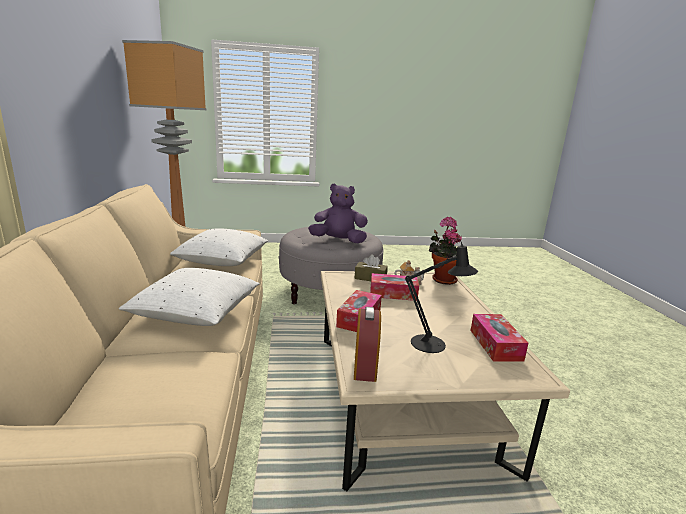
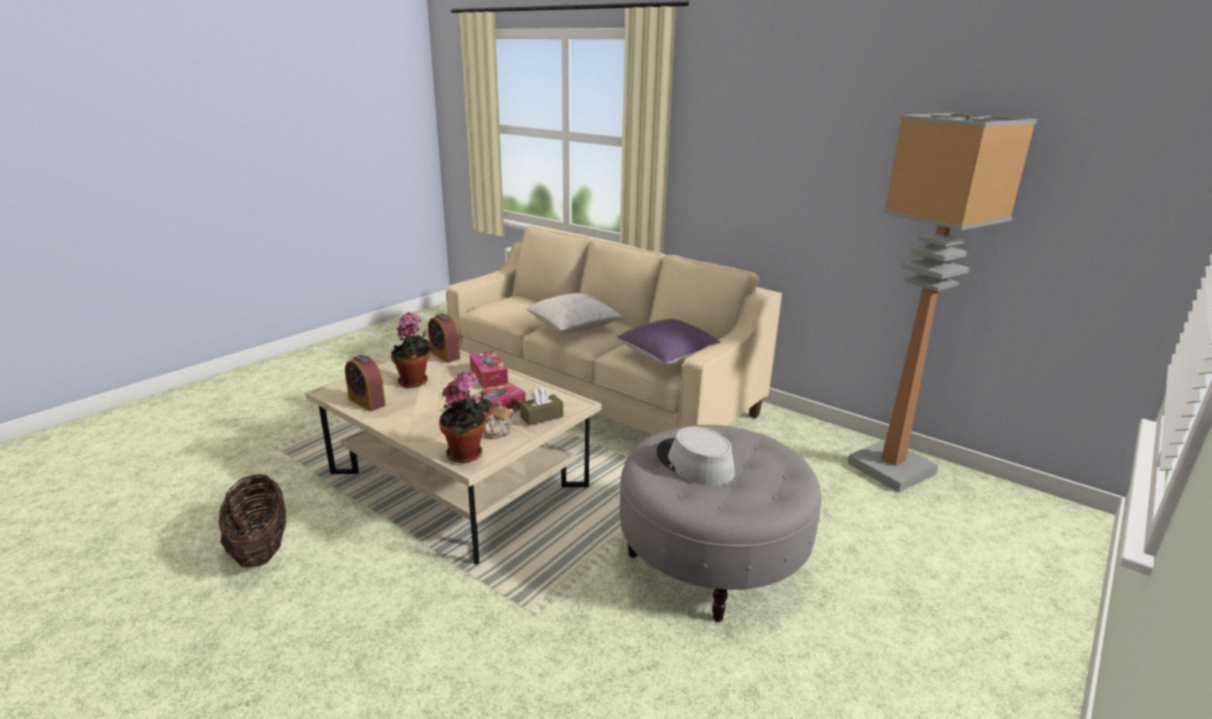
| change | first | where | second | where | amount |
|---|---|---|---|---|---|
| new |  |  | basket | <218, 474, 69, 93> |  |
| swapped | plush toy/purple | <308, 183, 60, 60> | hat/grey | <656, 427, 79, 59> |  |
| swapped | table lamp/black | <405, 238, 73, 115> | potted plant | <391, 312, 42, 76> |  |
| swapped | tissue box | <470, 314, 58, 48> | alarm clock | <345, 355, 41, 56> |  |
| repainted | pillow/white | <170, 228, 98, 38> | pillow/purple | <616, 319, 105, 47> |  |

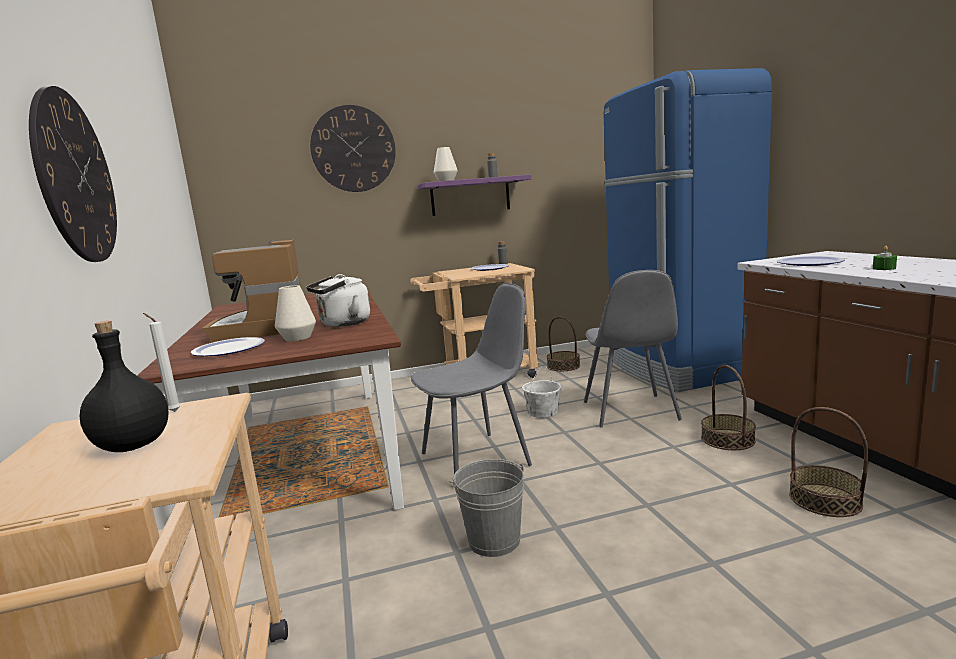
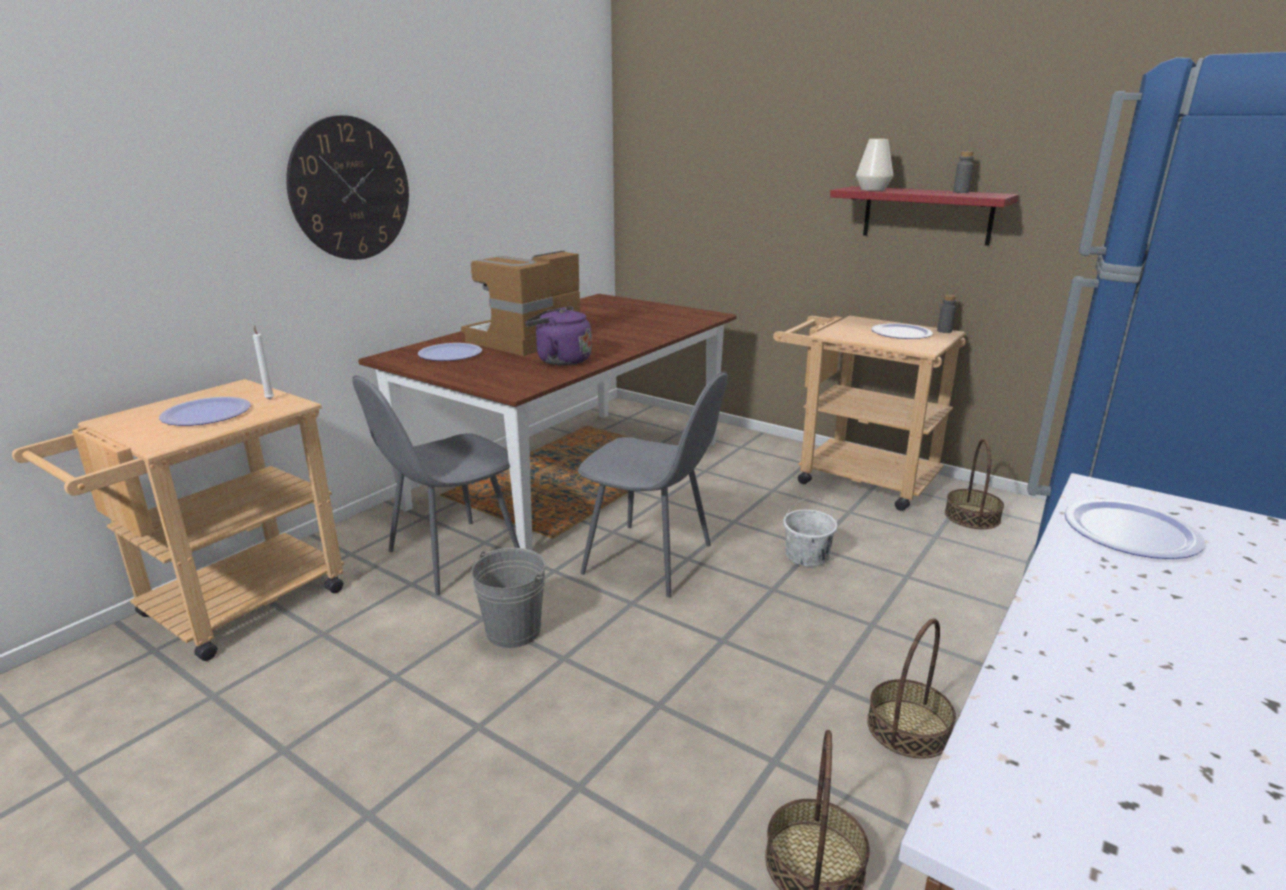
| change | first | where | second | where | amount |
|---|---|---|---|---|---|
| gone | vase/white | <275, 285, 41, 56> |  |  |  |
| gone | wall clock | <310, 105, 86, 87> |  |  |  |
| gone | candle/green | <873, 246, 24, 24> |  |  |  |
| shifted | chair/grey | <584, 270, 98, 158> |  | <352, 375, 168, 220> |  |
| swapped | bottle/black | <79, 321, 90, 131> | plate | <159, 397, 92, 29> |  |
| repainted | kettle/white | <306, 274, 64, 53> | kettle/purple | <525, 306, 67, 60> |  |
| repainted | shelf/purple | <418, 174, 114, 42> | shelf/red | <830, 186, 189, 60> |  |

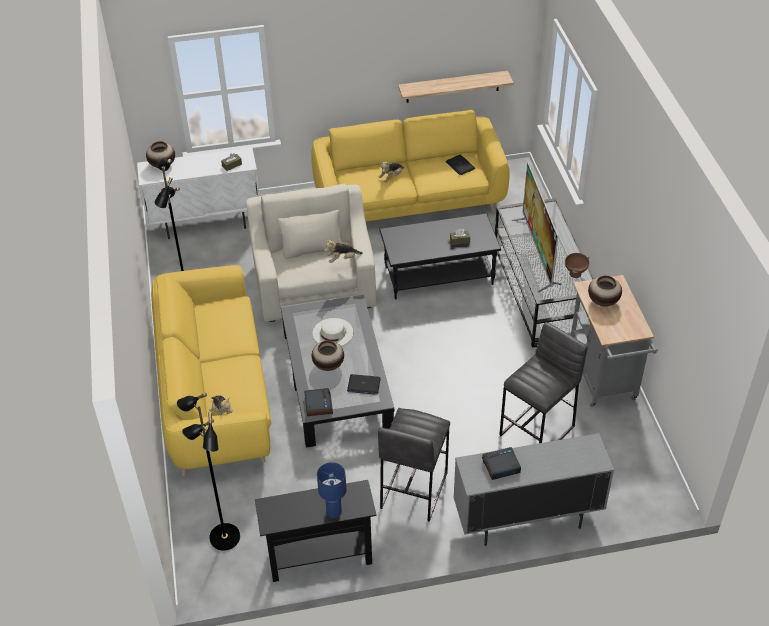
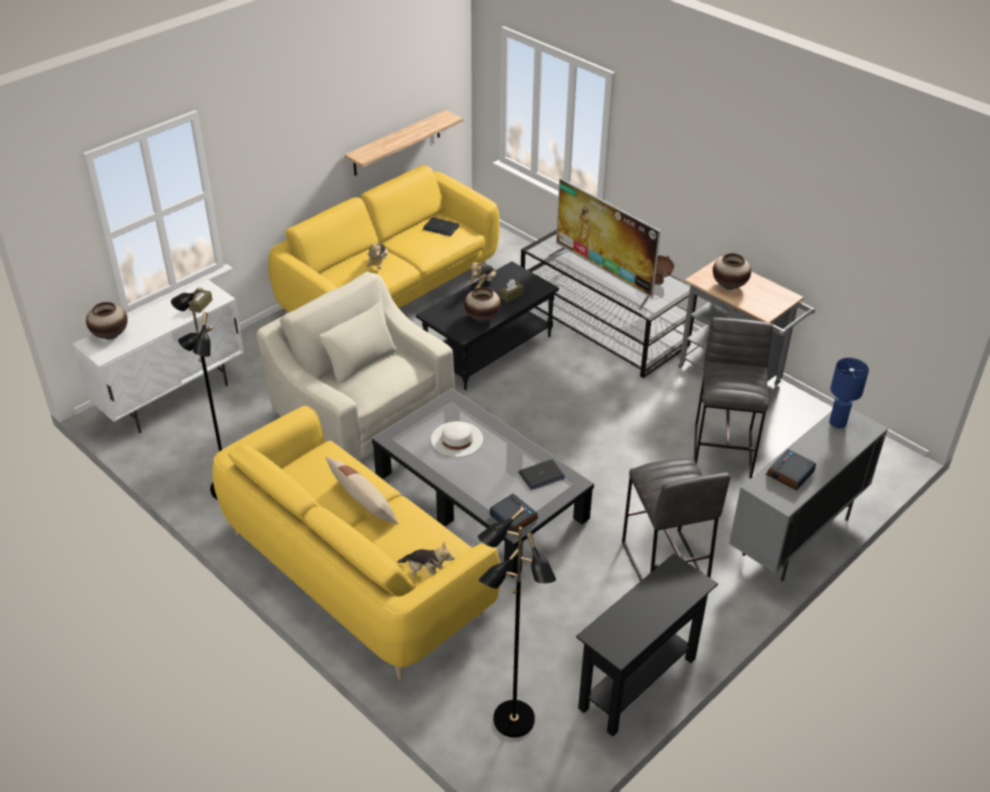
| change | first | where | second | where | amount |
|---|---|---|---|---|---|
| new |  |  | pillow/beige | <325, 457, 73, 67> |  |
| shifted | vase | <312, 341, 32, 30> |  | <464, 287, 37, 35> |  |
| shifted | table lamp/blue | <317, 462, 29, 56> |  | <829, 358, 40, 70> |  |
| shifted | plush toy | <324, 240, 39, 23> |  | <467, 262, 30, 27> |  |

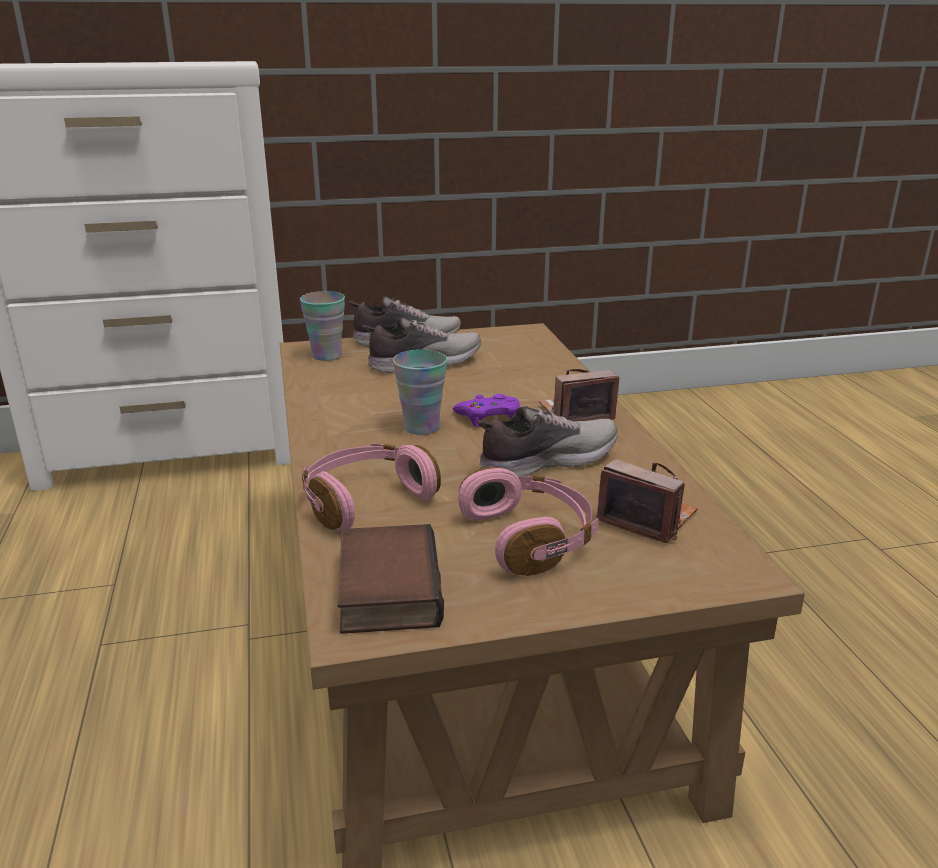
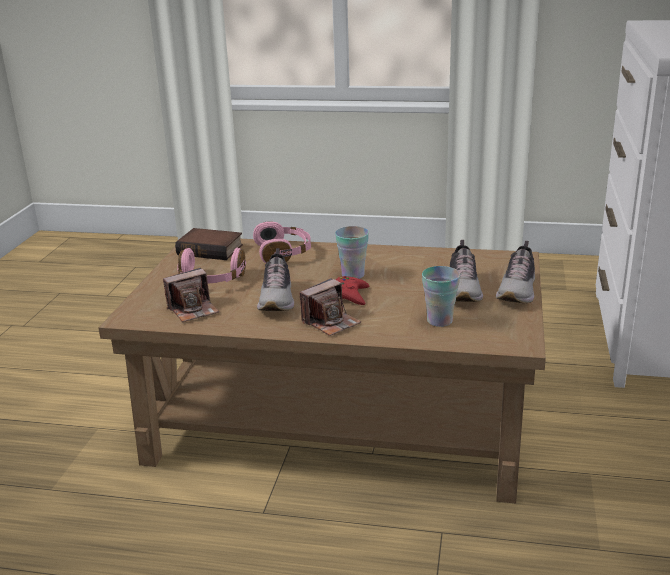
| change | first | where | second | where | amount |
|---|---|---|---|---|---|
| shifted | cup | <300, 291, 45, 70> |  | <422, 266, 38, 61> |  |
| repainted | game controller/purple | <453, 394, 67, 33> | game controller/red | <336, 276, 34, 29> |  |
| rotated | photo camera | <539, 369, 80, 52> |  | <299, 278, 62, 58> | 45 degrees clockwise |

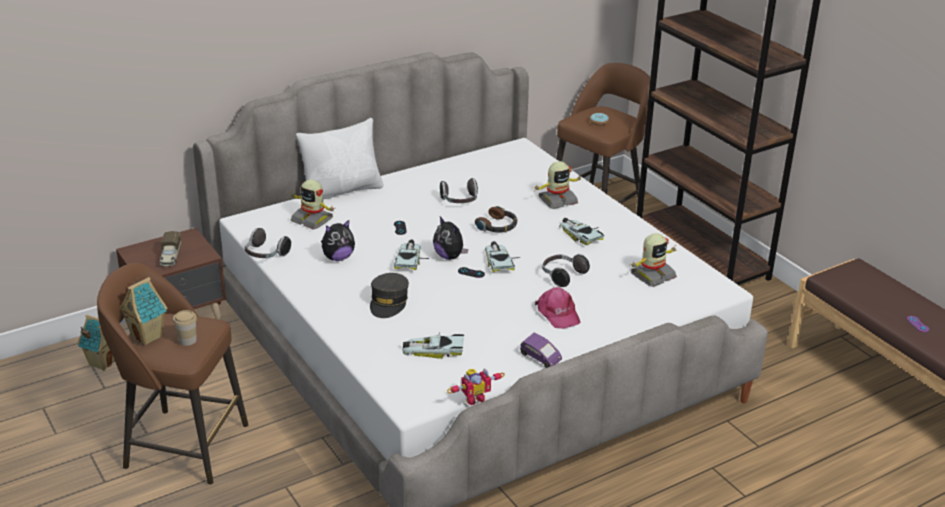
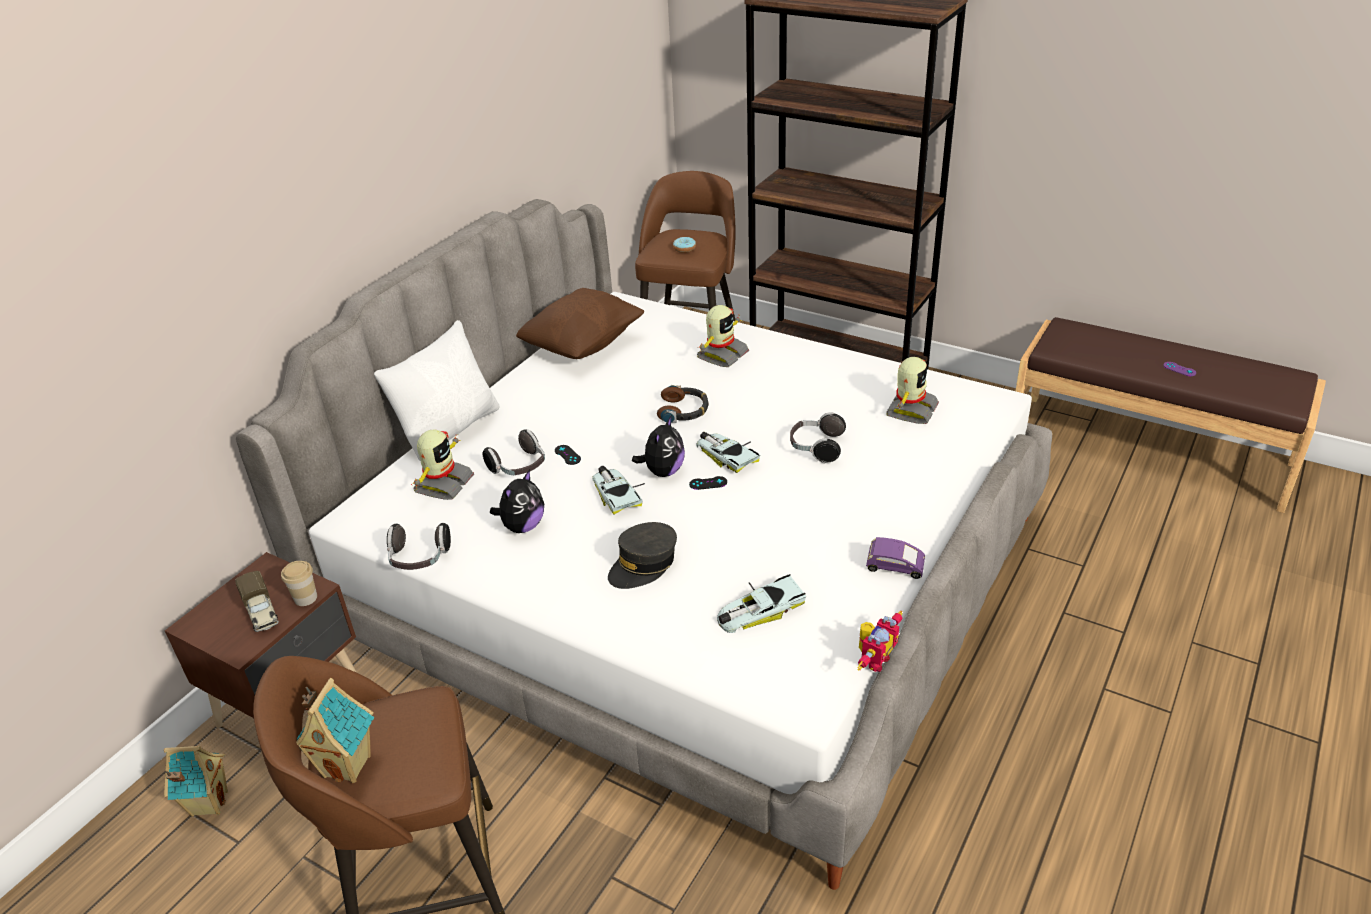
| change | first | where | second | where | amount |
|---|---|---|---|---|---|
| gone | cap/pink | <535, 287, 46, 42> |  |  |  |
| gone | toy car | <559, 218, 45, 27> |  |  |  |
| new |  |  | pillow/brown | <516, 288, 128, 71> |  |
| shifted | cup | <173, 310, 24, 36> |  | <281, 561, 36, 45> |  |
| shifted | headphones | <440, 178, 38, 25> |  | <483, 429, 62, 46> |  |
| rotated | toy robot | <289, 180, 46, 50> |  | <411, 430, 63, 70> | 75 degrees counterclockwise |
| rotated | cap/grey | <370, 273, 39, 45> |  | <608, 522, 69, 67> | 60 degrees clockwise |
| rotated | plush toy | <433, 217, 35, 43> |  | <632, 416, 53, 61> | 90 degrees counterclockwise |

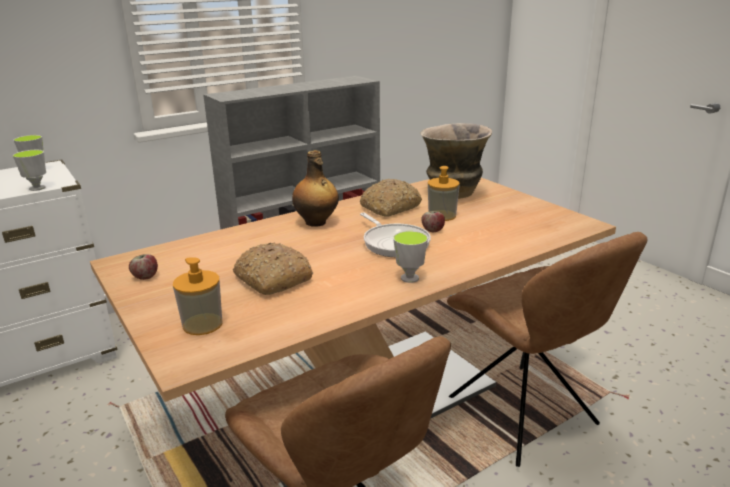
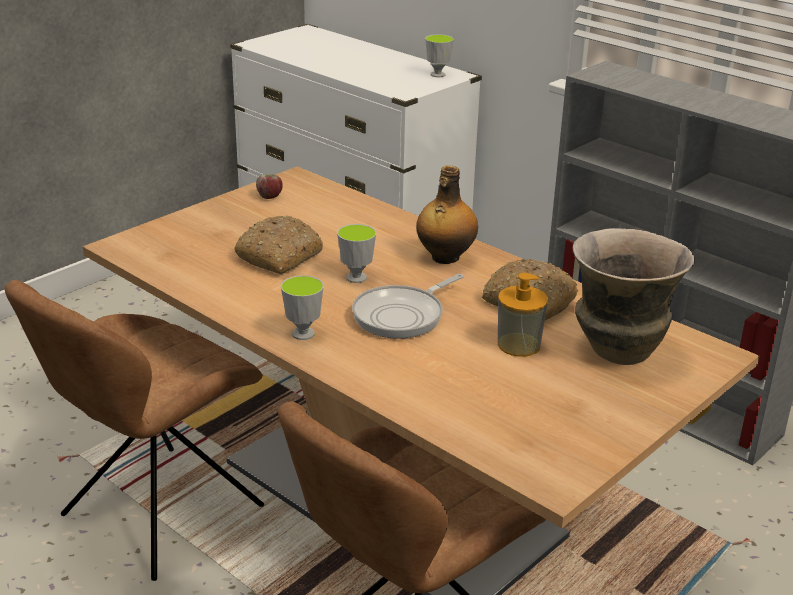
| change | first | where | second | where | amount |
|---|---|---|---|---|---|
| gone | soap dispenser | <173, 257, 50, 78> |  |  |  |
| gone | apple | <421, 211, 24, 22> |  |  |  |
| shifted | cup | <13, 150, 33, 41> |  | <337, 224, 39, 59> |  |

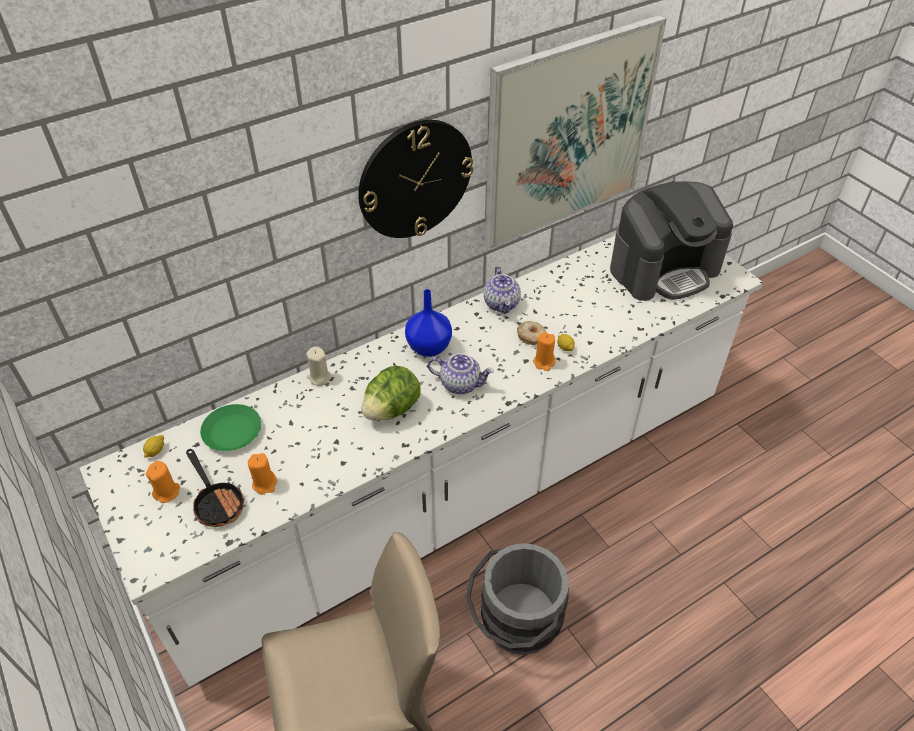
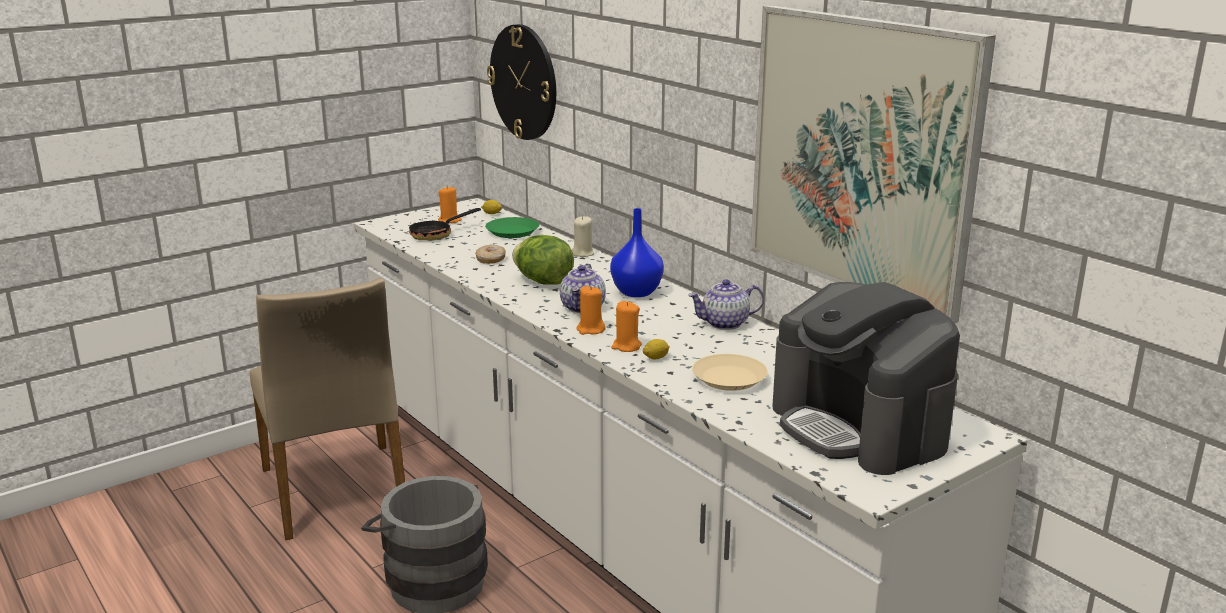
| change | first | where | second | where | amount |
|---|---|---|---|---|---|
| new |  |  | plate/beige | <692, 354, 76, 37> |  |
| shifted | candle/orange | <248, 453, 29, 42> |  | <576, 286, 30, 49> |  |
| shifted | wall clock | <358, 120, 115, 118> |  | <487, 24, 69, 116> |  |
| shifted | donut | <517, 321, 29, 24> |  | <475, 244, 31, 20> |  |

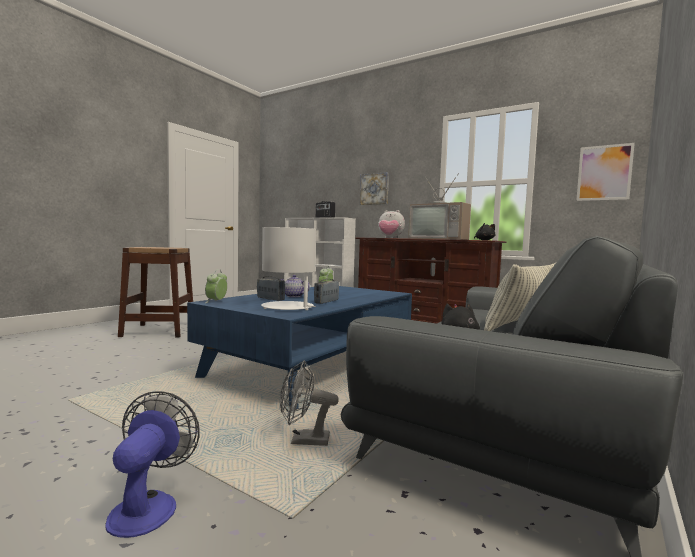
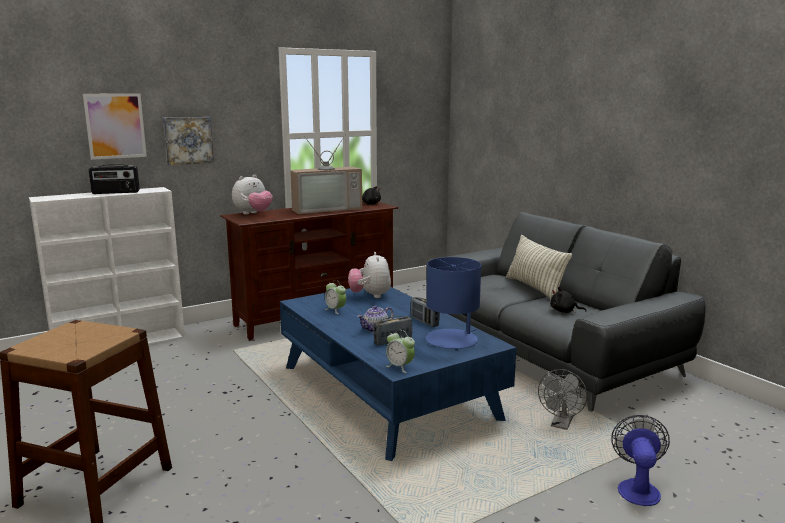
| change | first | where | second | where | amount |
|---|---|---|---|---|---|
| new |  |  | plush toy | <348, 252, 43, 46> |  |
| shifted | picture | <576, 143, 59, 58> |  | <83, 94, 64, 66> |  |
| repainted | table lamp/white | <261, 227, 55, 83> | table lamp/blue | <425, 257, 56, 94> |  |
| rotated | fan | <105, 391, 95, 147> |  | <611, 415, 59, 91> | 75 degrees clockwise |

